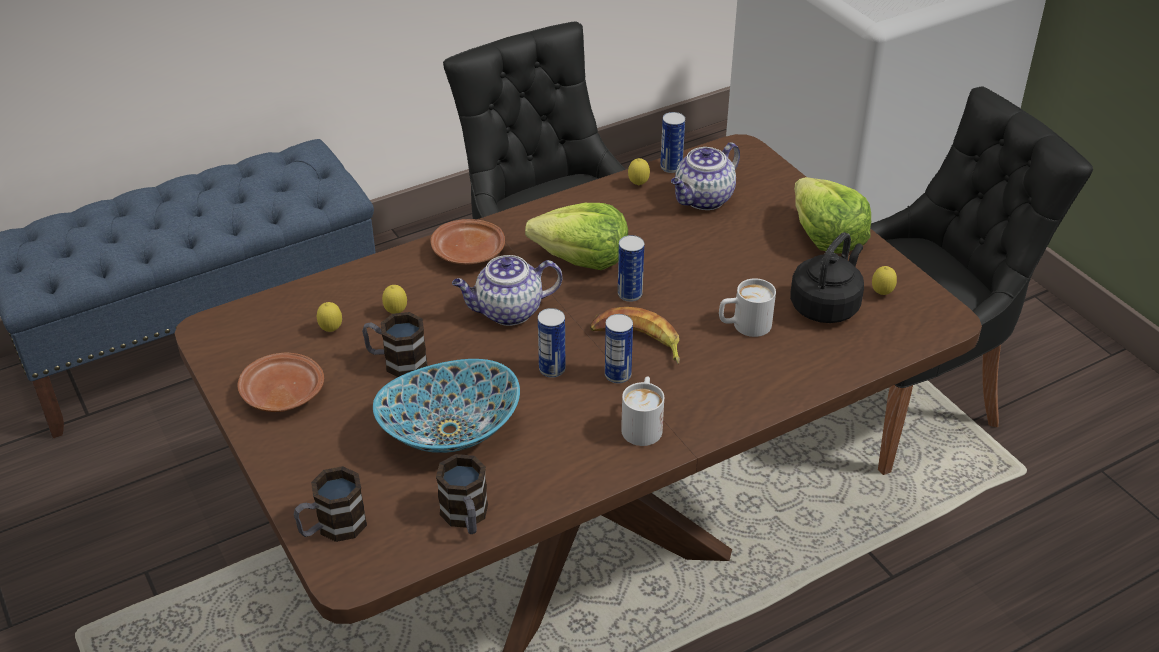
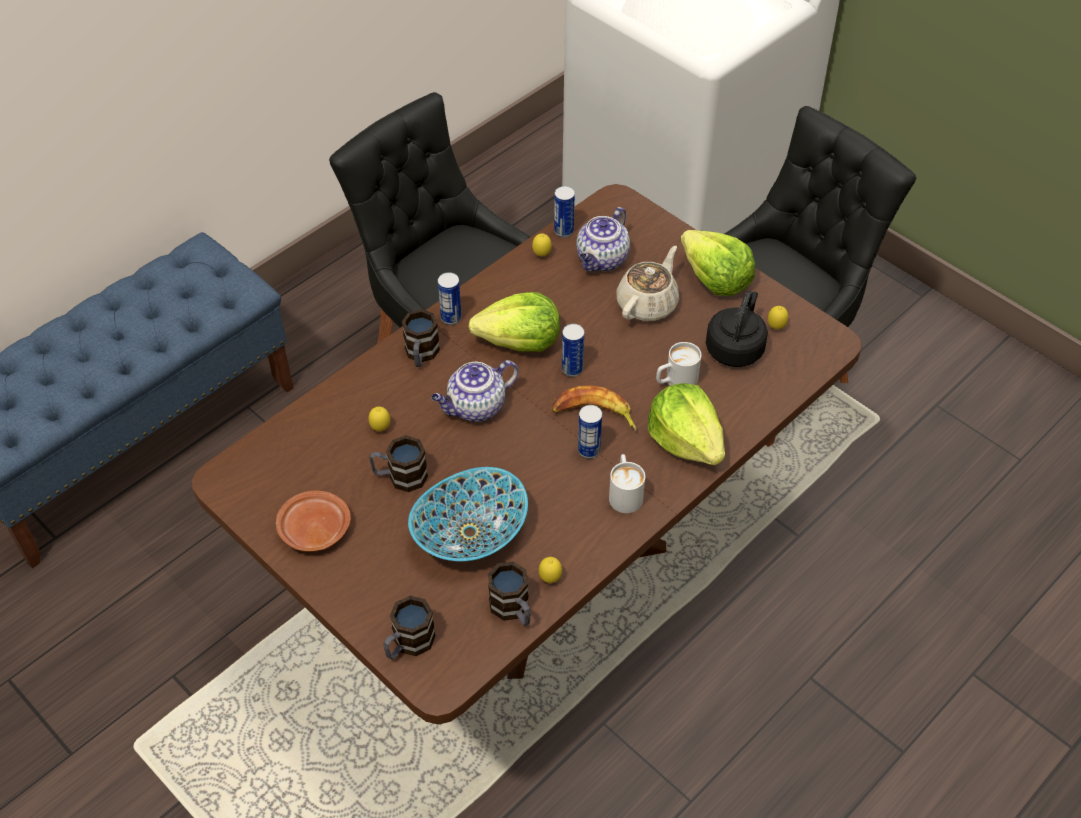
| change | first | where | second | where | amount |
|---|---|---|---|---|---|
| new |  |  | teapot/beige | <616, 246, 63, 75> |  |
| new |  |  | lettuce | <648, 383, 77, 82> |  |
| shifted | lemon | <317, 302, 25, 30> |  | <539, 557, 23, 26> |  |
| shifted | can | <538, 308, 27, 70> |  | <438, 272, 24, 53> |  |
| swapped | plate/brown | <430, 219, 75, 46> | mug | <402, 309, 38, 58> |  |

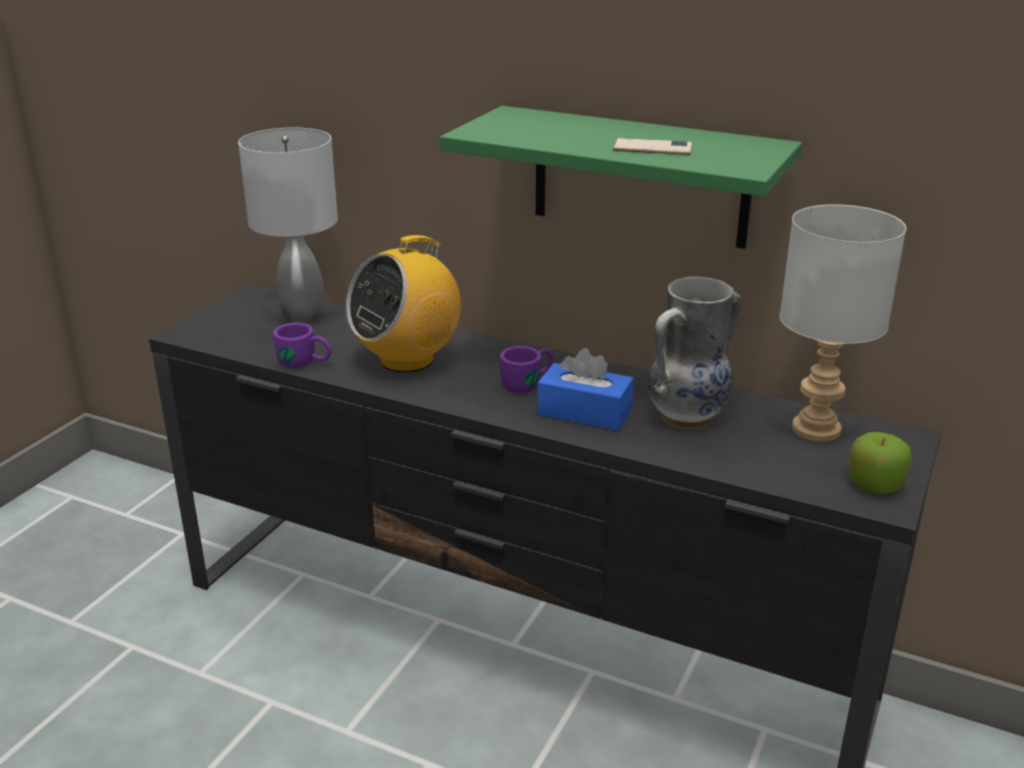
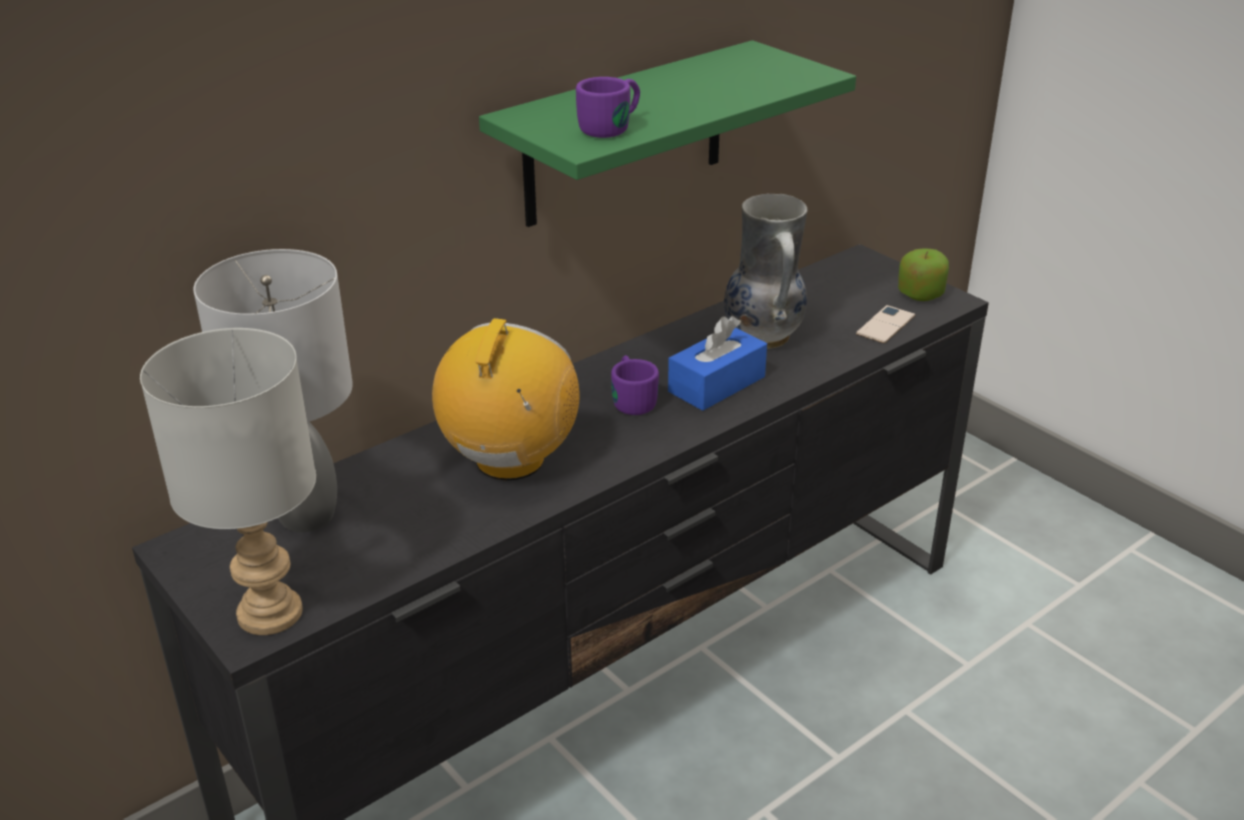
| change | first | where | second | where | amount |
|---|---|---|---|---|---|
| shifted | mug/purple | <273, 323, 59, 45> |  | <576, 77, 64, 61> |  |
| shifted | phone | <613, 138, 80, 17> |  | <856, 305, 59, 39> |  |
| shifted | table lamp/grey | <780, 204, 127, 238> |  | <140, 328, 176, 307> |  |
| rotated | radio | <346, 235, 115, 138> |  | <432, 318, 148, 162> | 150 degrees counterclockwise |

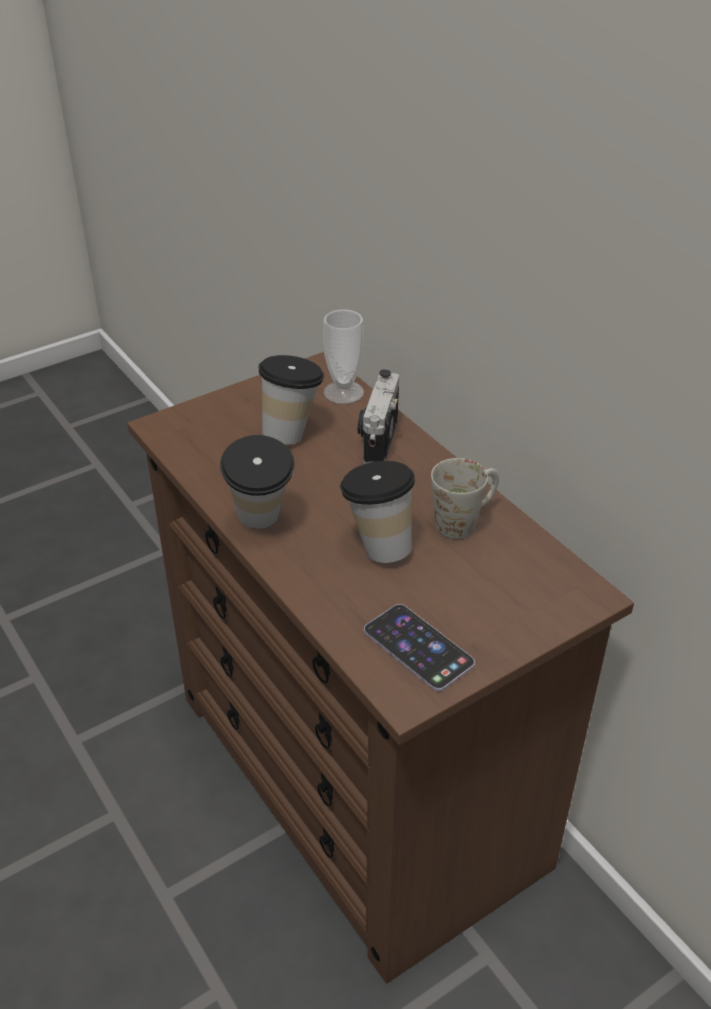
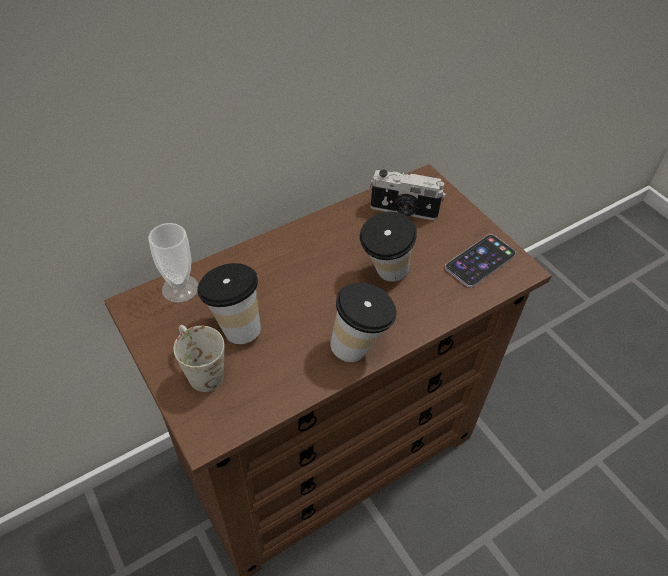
| change | first | where | second | where | amount |
|---|---|---|---|---|---|
| shifted | photo camera | <358, 369, 41, 95> |  | <370, 170, 76, 50> |  |
| shifted | mug/white | <431, 458, 68, 81> |  | <174, 325, 51, 67> |  |

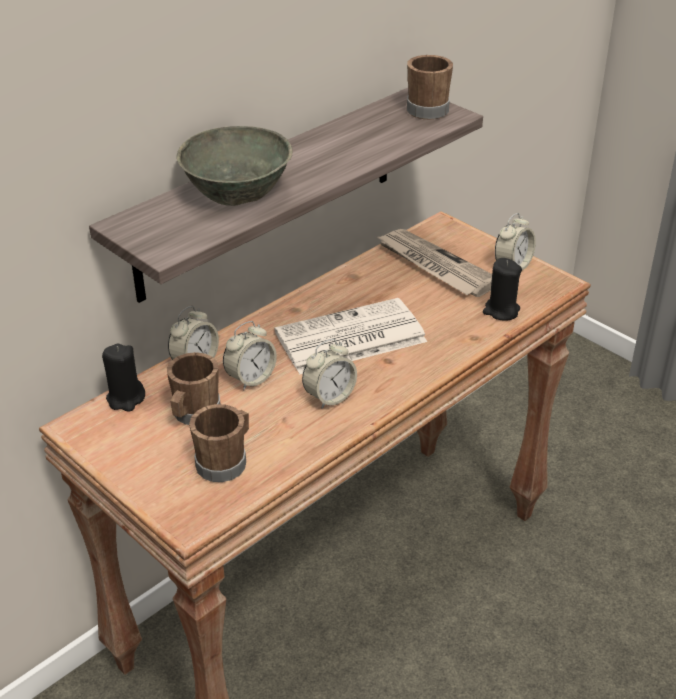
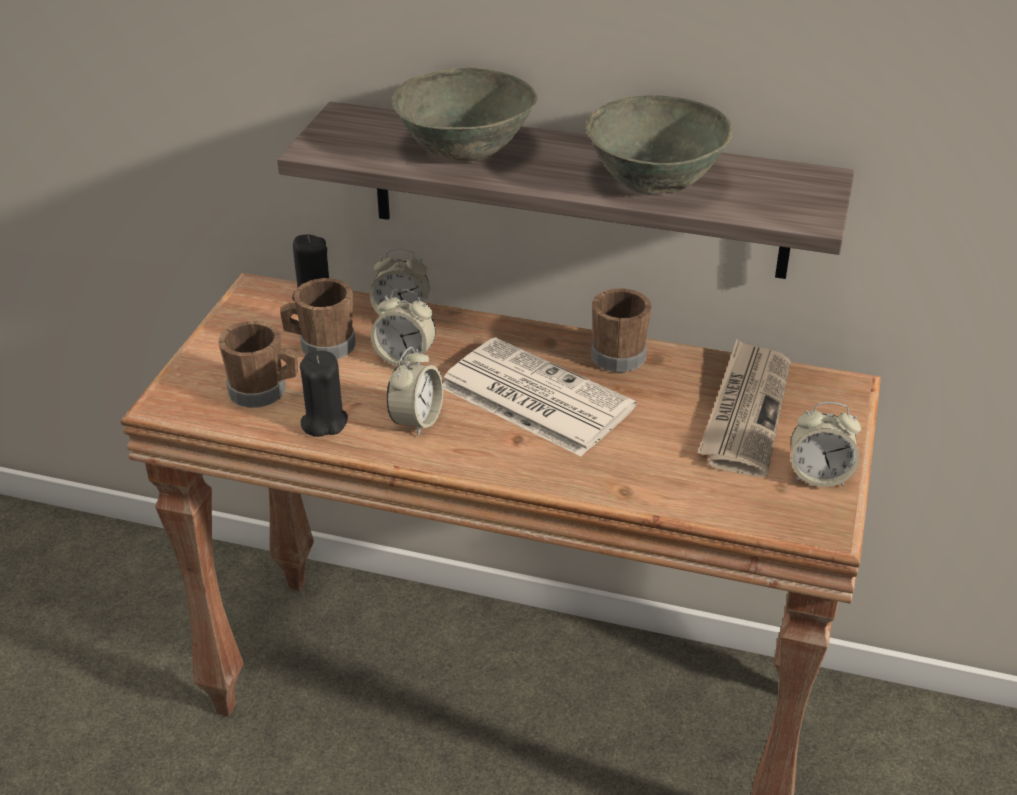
| change | first | where | second | where | amount |
|---|---|---|---|---|---|
| new |  |  | bowl/grey | <586, 95, 147, 100> |  |
| shifted | mug/brown | <407, 55, 46, 64> |  | <591, 289, 60, 83> |  |
| shifted | candle/black | <483, 258, 39, 63> |  | <300, 351, 48, 86> |  |
| rotated | alarm clock | <302, 339, 55, 70> |  | <387, 347, 56, 89> | 90 degrees counterclockwise |

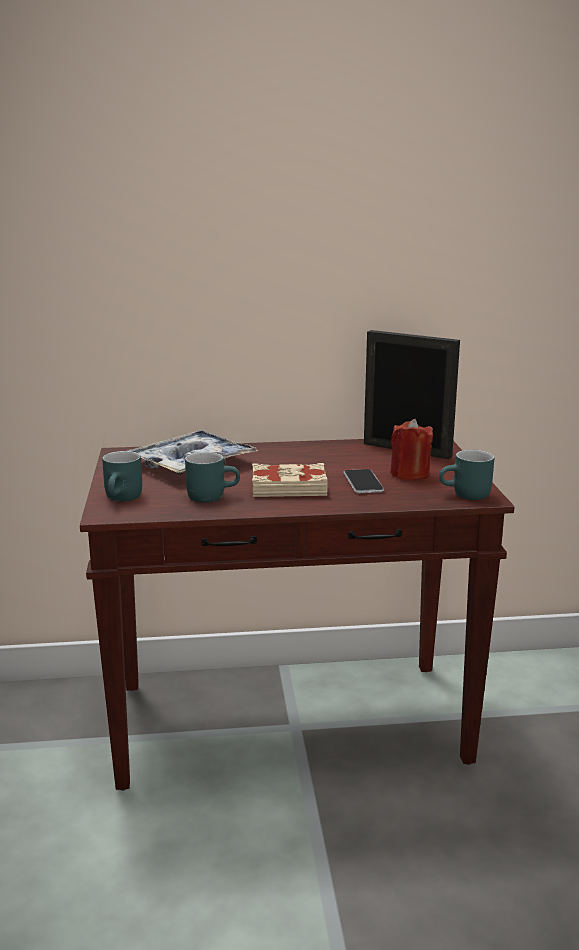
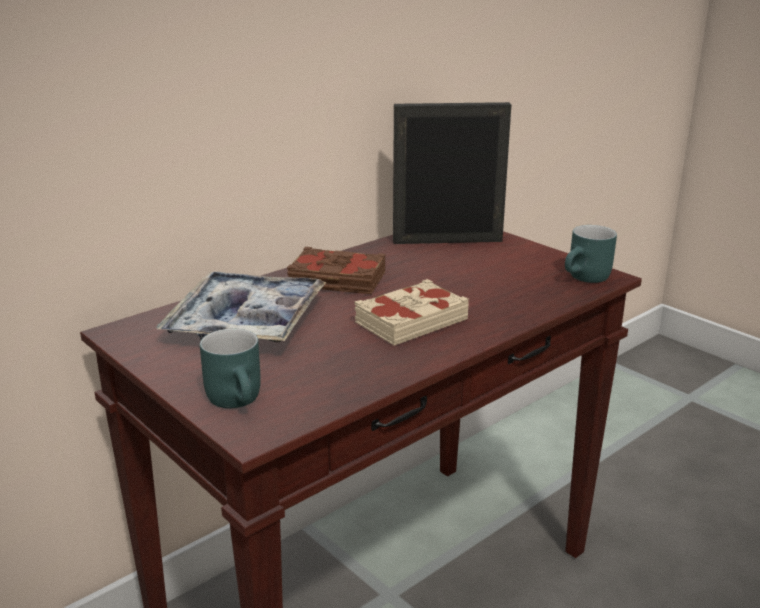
| change | first | where | second | where | amount |
|---|---|---|---|---|---|
| gone | mug/turquoise | <185, 452, 55, 51> |  |  |  |
| gone | phone | <344, 469, 40, 24> |  |  |  |
| gone | candle/red | <390, 419, 43, 62> |  |  |  |
| new |  |  | book/brown | <287, 247, 99, 47> |  |

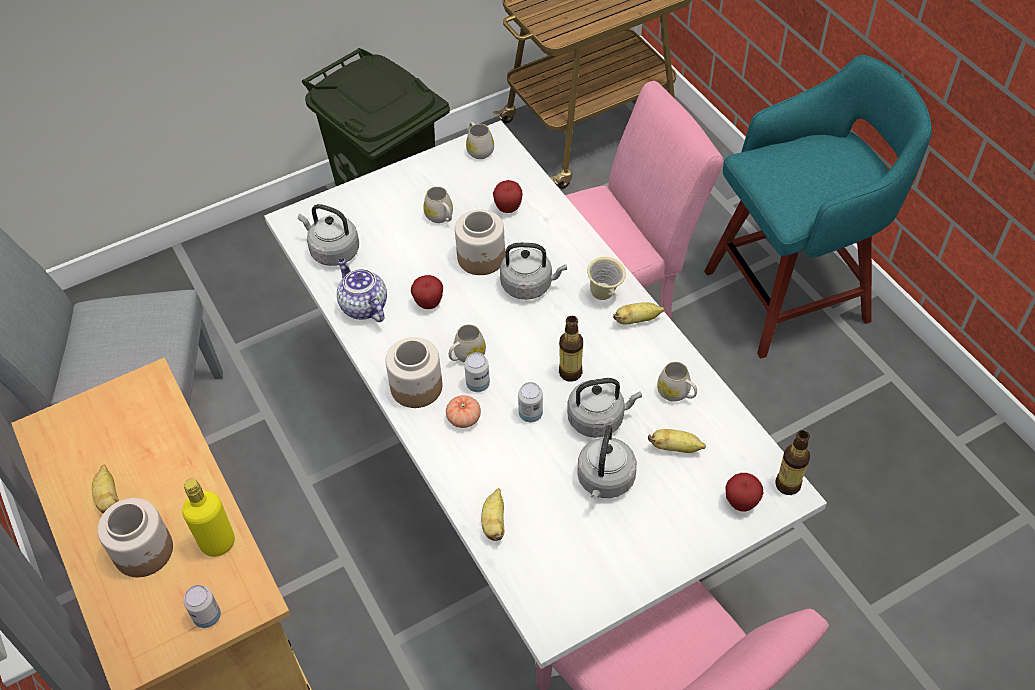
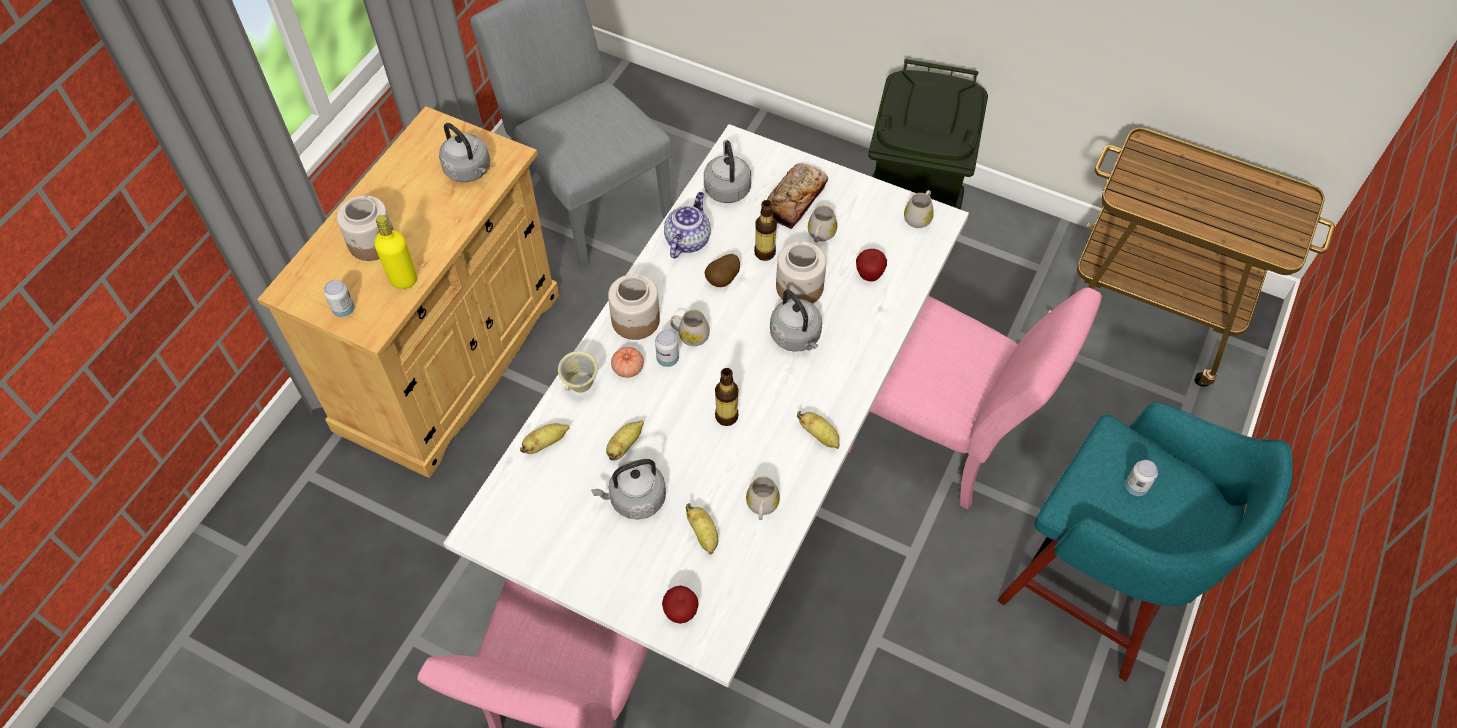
| change | first | where | second | where | amount |
|---|---|---|---|---|---|
| new |  |  | bread | <767, 163, 61, 66> |  |
| shifted | banana | <92, 465, 27, 48> |  | <606, 420, 38, 40> |  |
| shifted | can | <518, 382, 25, 40> |  | <1125, 460, 33, 36> |  |
| shifted | kettle/grey | <567, 378, 75, 60> |  | <439, 123, 51, 59> |  |
| shifted | mug/beige | <587, 257, 39, 43> |  | <558, 351, 40, 42> |  |
| shifted | bottle | <775, 430, 35, 65> |  | <754, 200, 23, 61> |  |
| swapped | apple | <411, 275, 32, 34> | potato | <705, 254, 35, 33> |  |

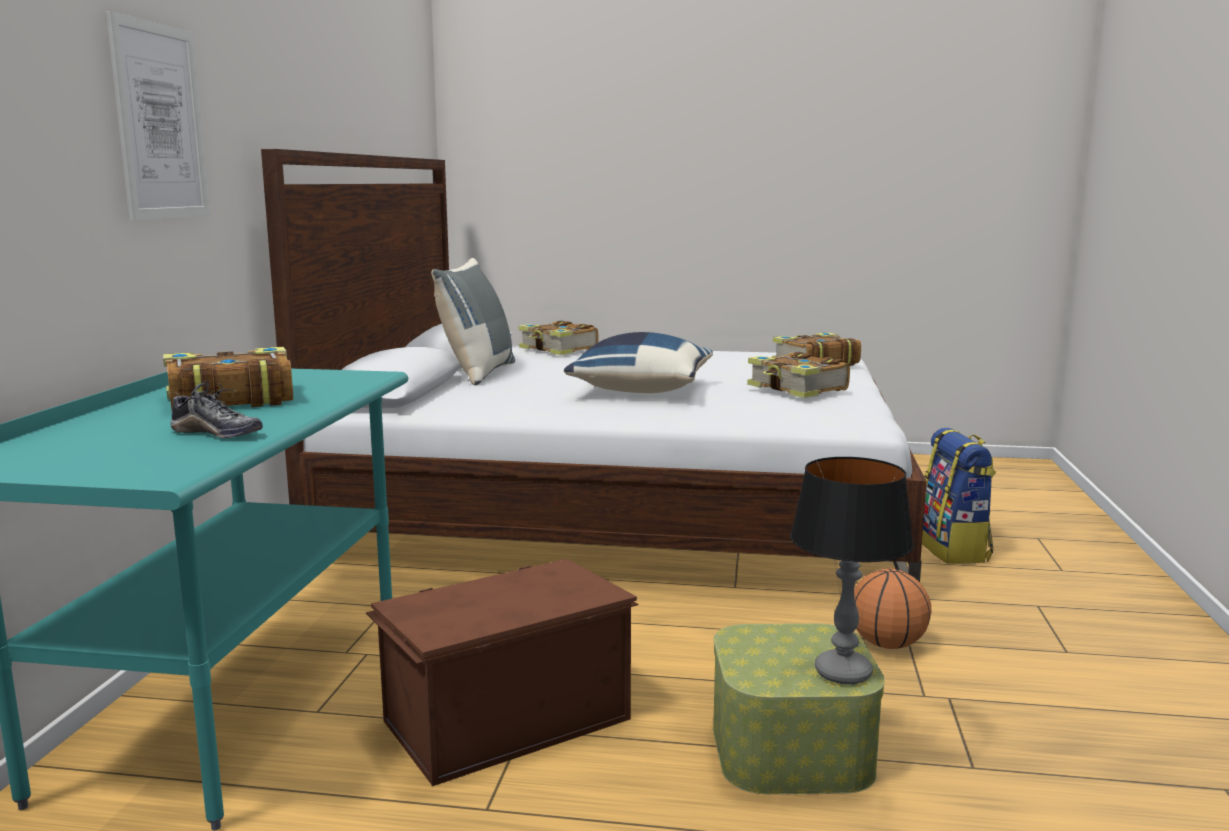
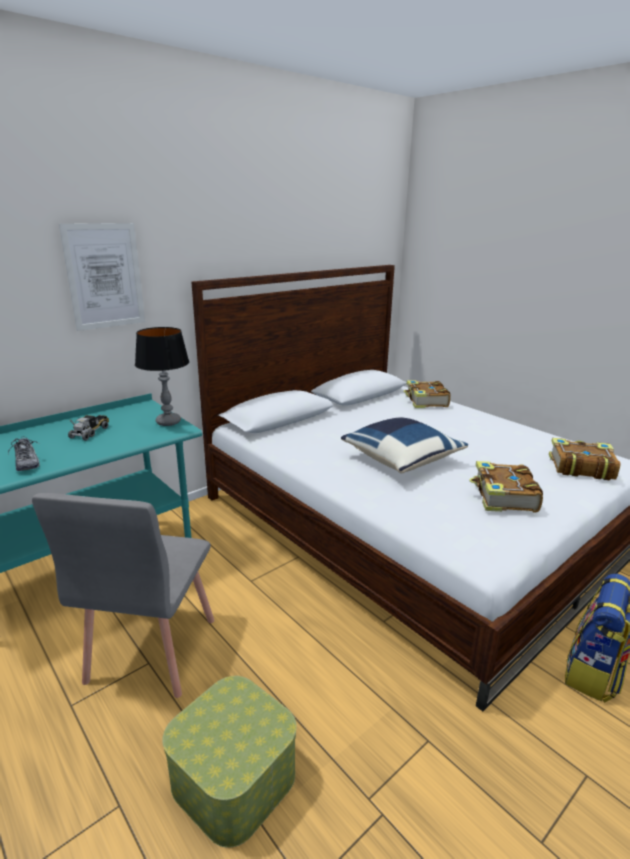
| change | first | where | second | where | amount |
|---|---|---|---|---|---|
| gone | pillow/grey | <431, 258, 84, 128> |  |  |  |
| gone | basketball | <854, 569, 77, 80> |  |  |  |
| shifted | table lamp | <790, 457, 124, 228> |  | <135, 327, 54, 99> |  |
| swapped | book | <163, 347, 130, 63> | toy truck | <68, 415, 41, 26> |  |
| swapped | storage box/brown | <366, 559, 273, 227> | chair/grey | <32, 493, 182, 205> |  |

